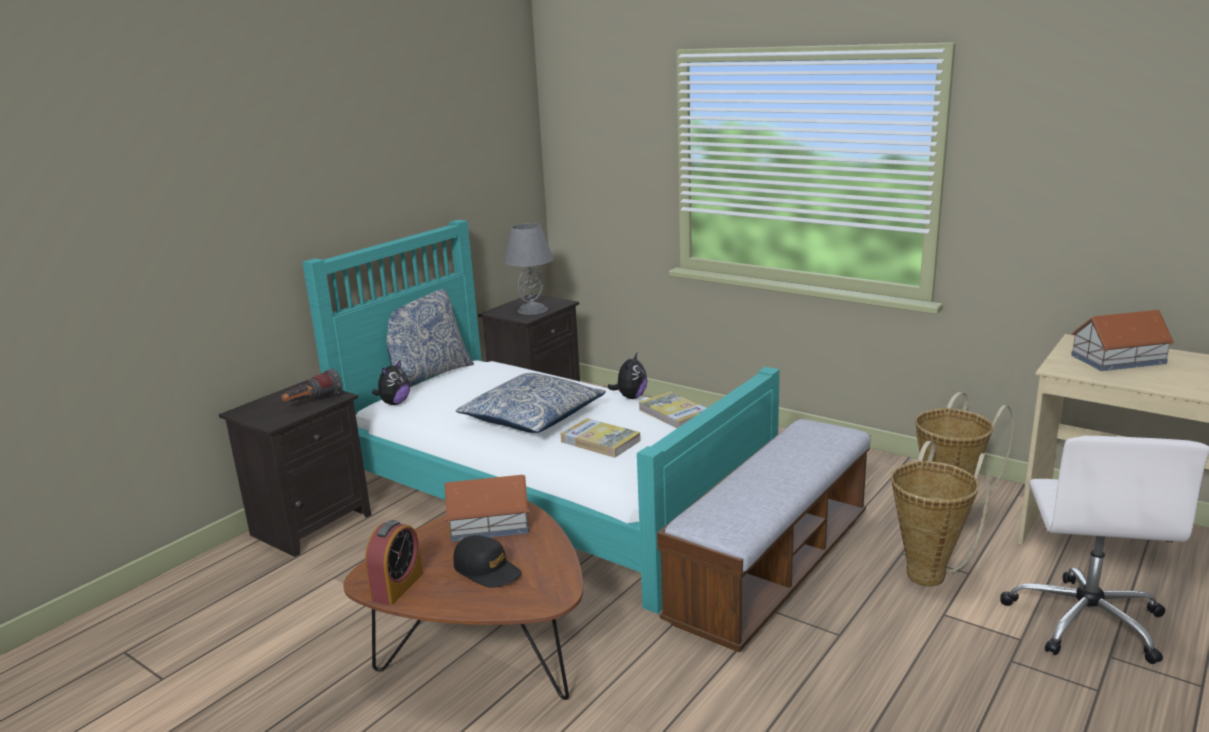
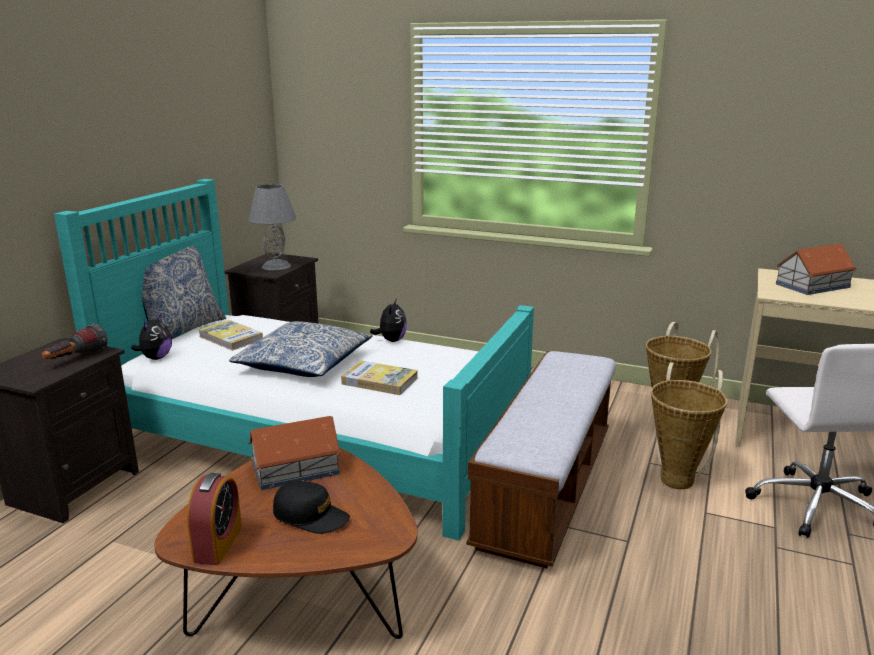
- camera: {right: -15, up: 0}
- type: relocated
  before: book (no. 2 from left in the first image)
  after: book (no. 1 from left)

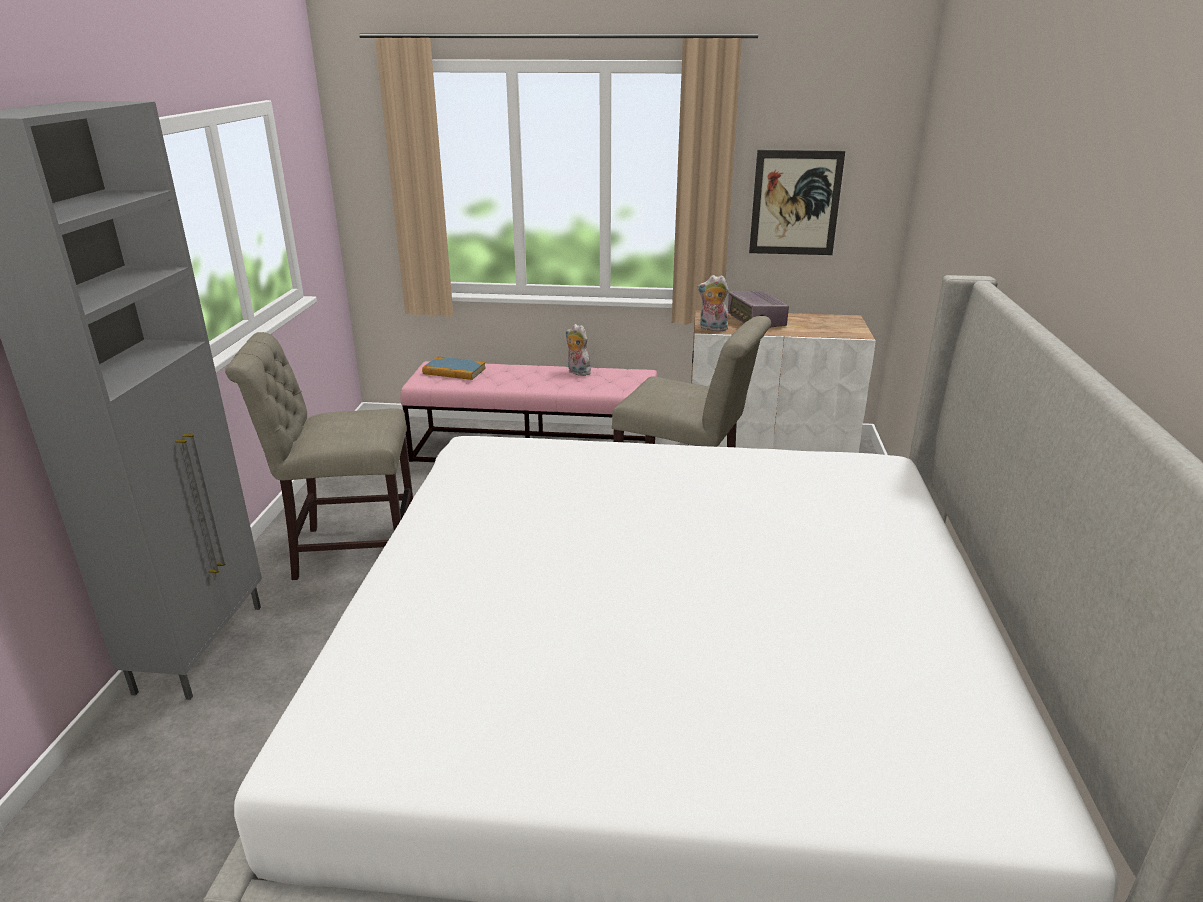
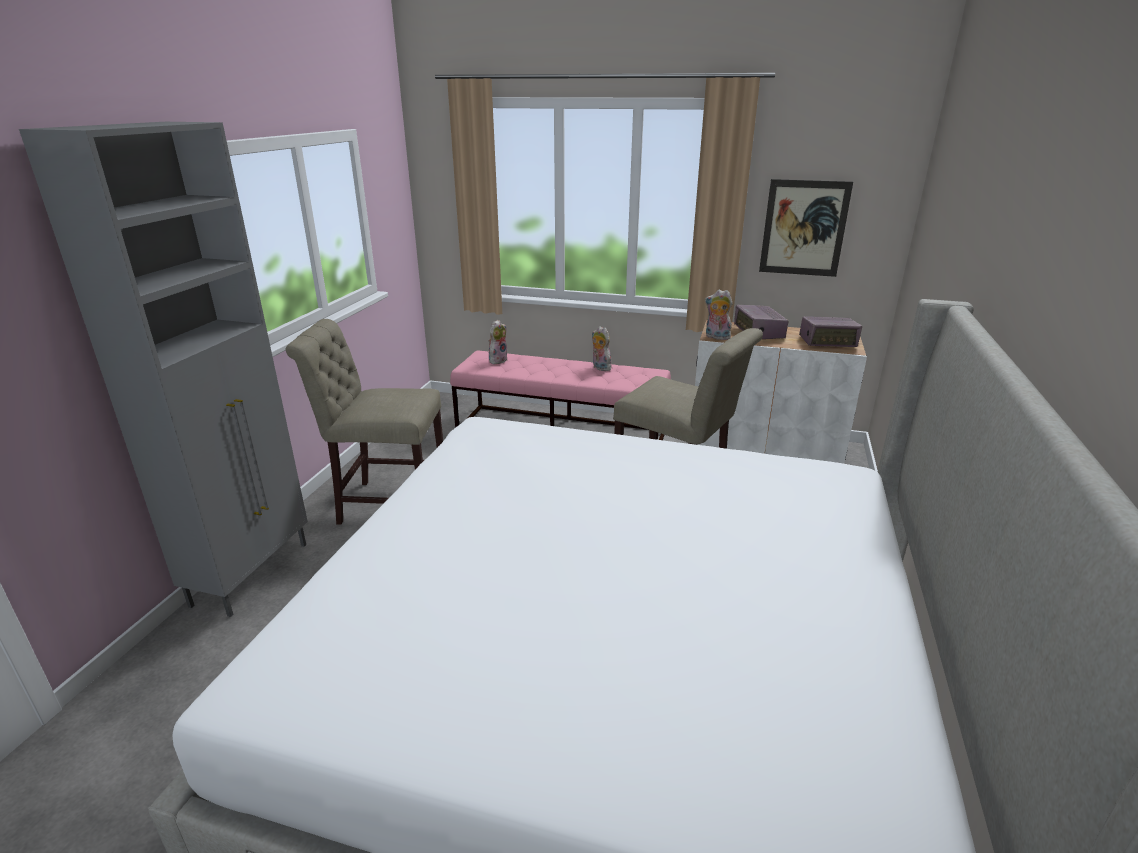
- camera: {right: 10, up: 0}
- type: exchanged
  before: book
  after: plush toy (no. 1 from left)
- type: appeared
  after: radio (no. 2 from left)

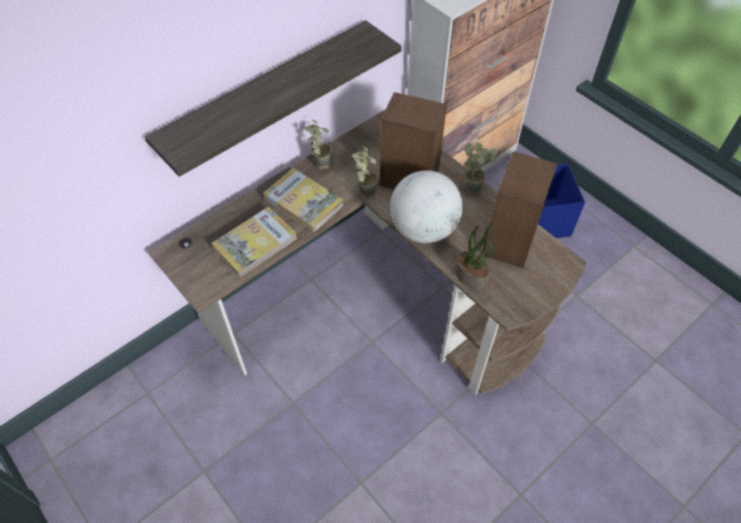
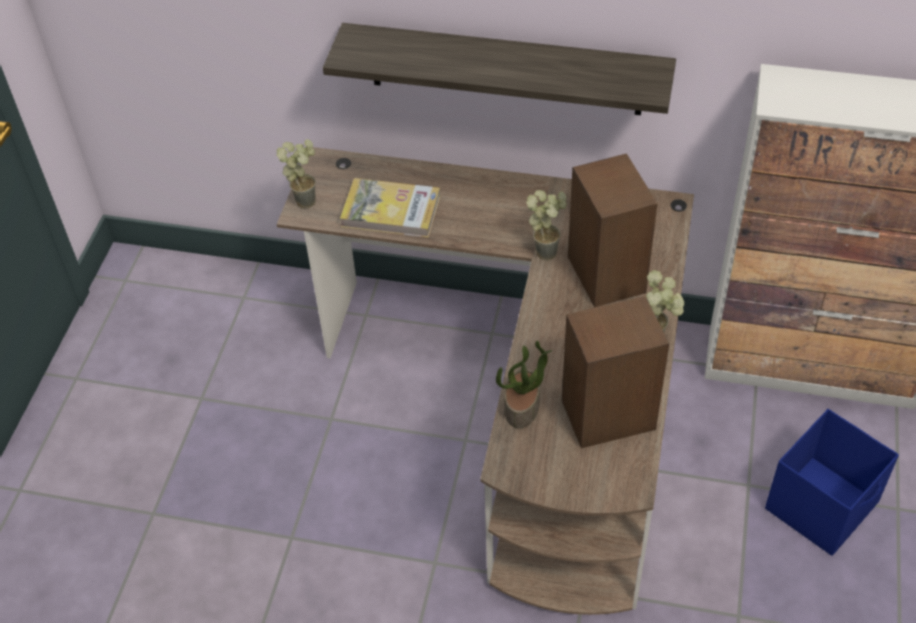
- camera: {right: 55, up: -5}
- type: relocated
  before: potted plant (no. 1 from left)
- type: missing
  before: book (no. 2 from left)
- type: missing
  before: globe

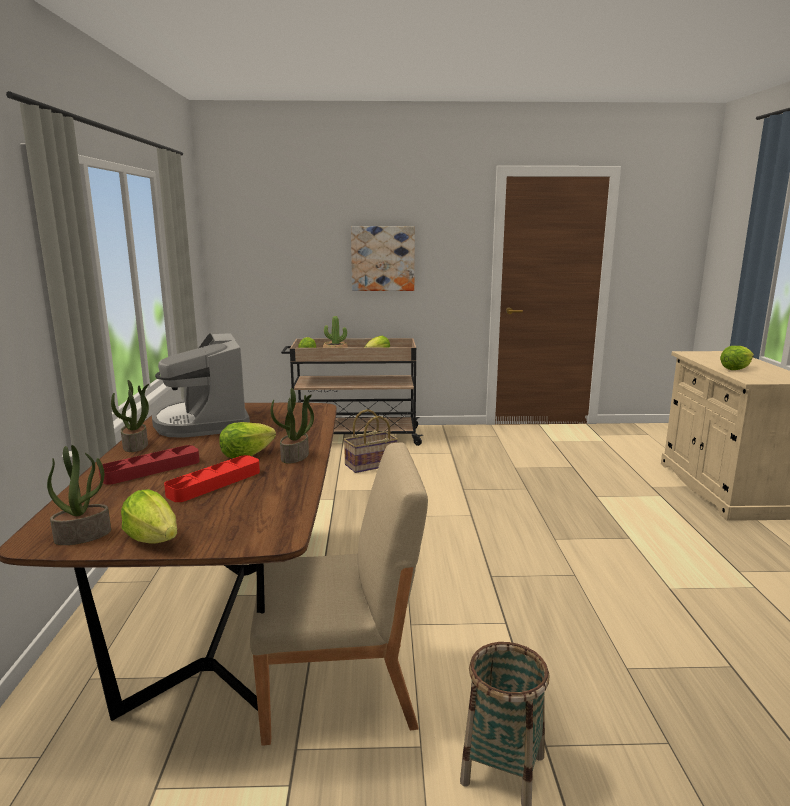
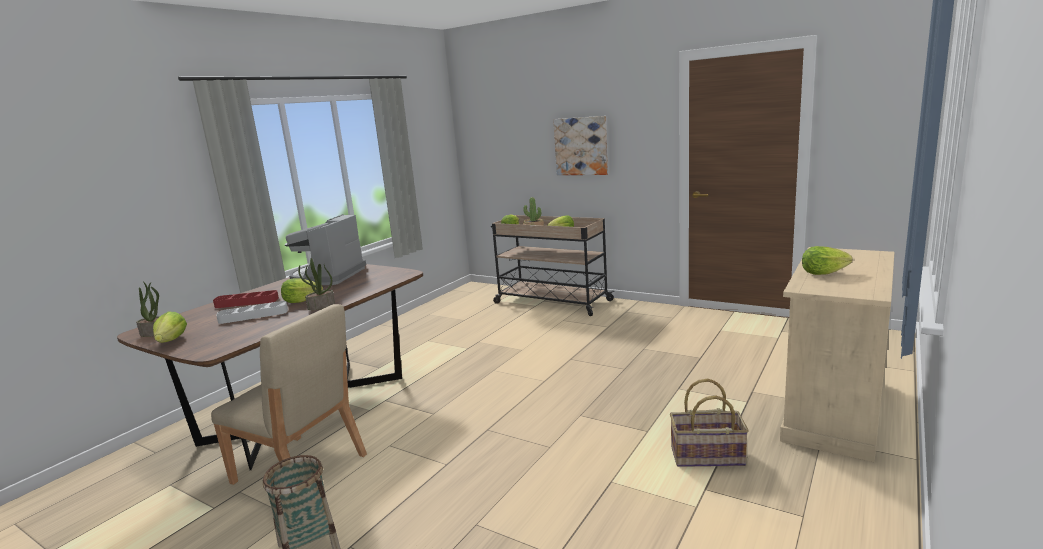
- camera: {right: 35, up: 0}
- type: missing
  before: potted plant (no. 2 from left)
- type: relocated
  before: basket (no. 1 from left in the first image)
  after: basket (no. 2 from left)
- type: colour
  before: tray in red (no. 2 from left)
  after: tray in grey

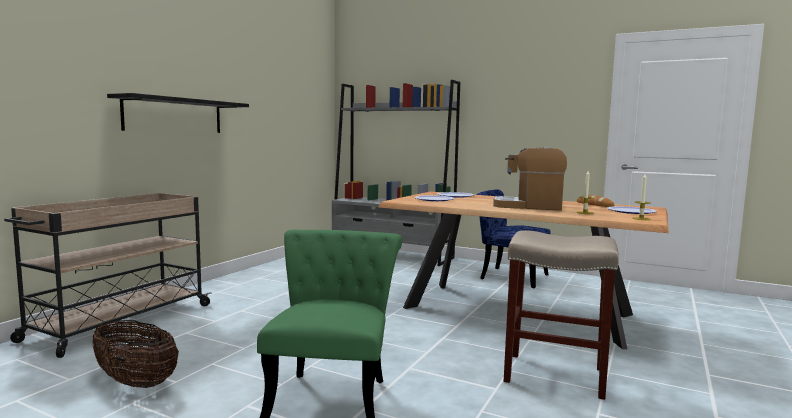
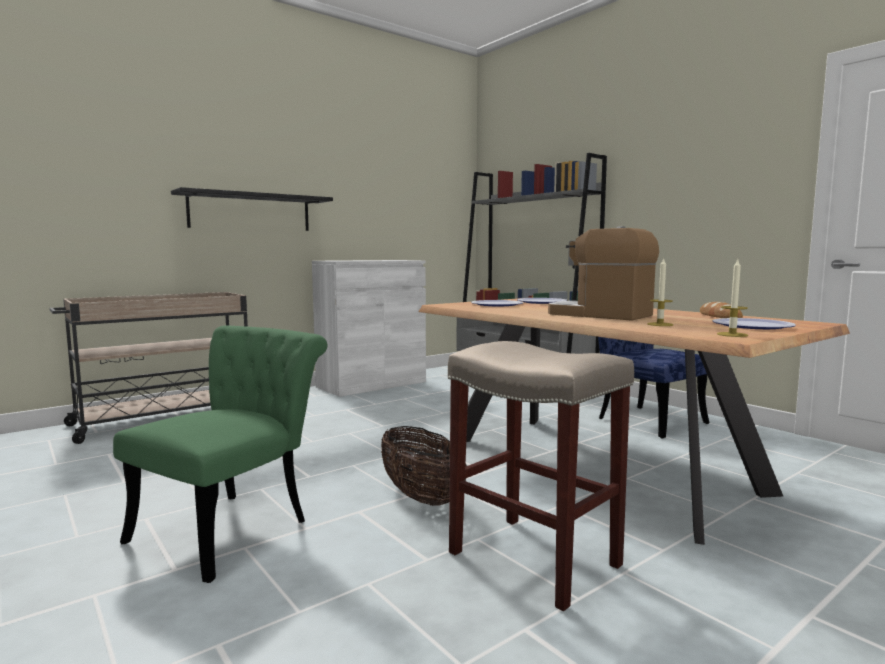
- camera: {right: 25, up: 0}
- type: relocated
  before: basket
- type: appeared
  after: cabinet in white

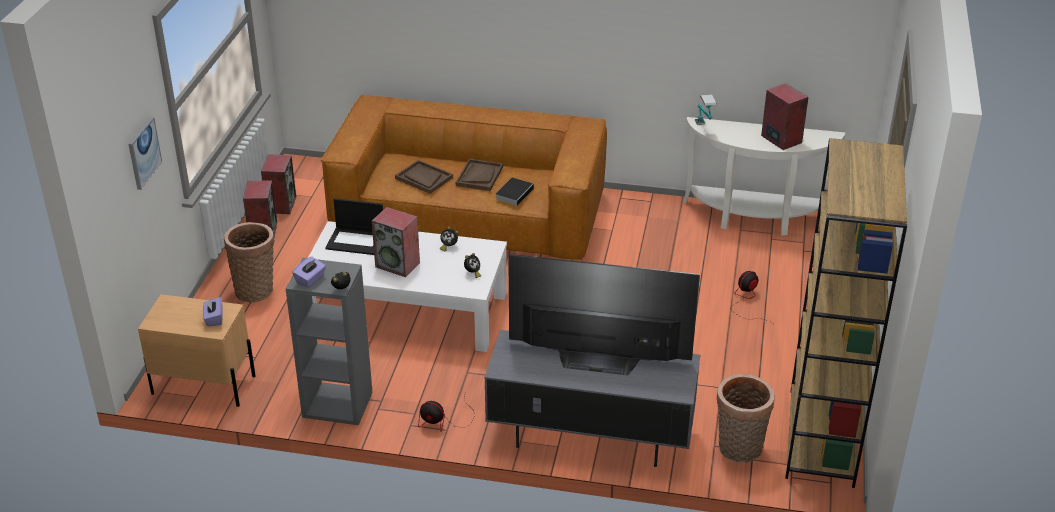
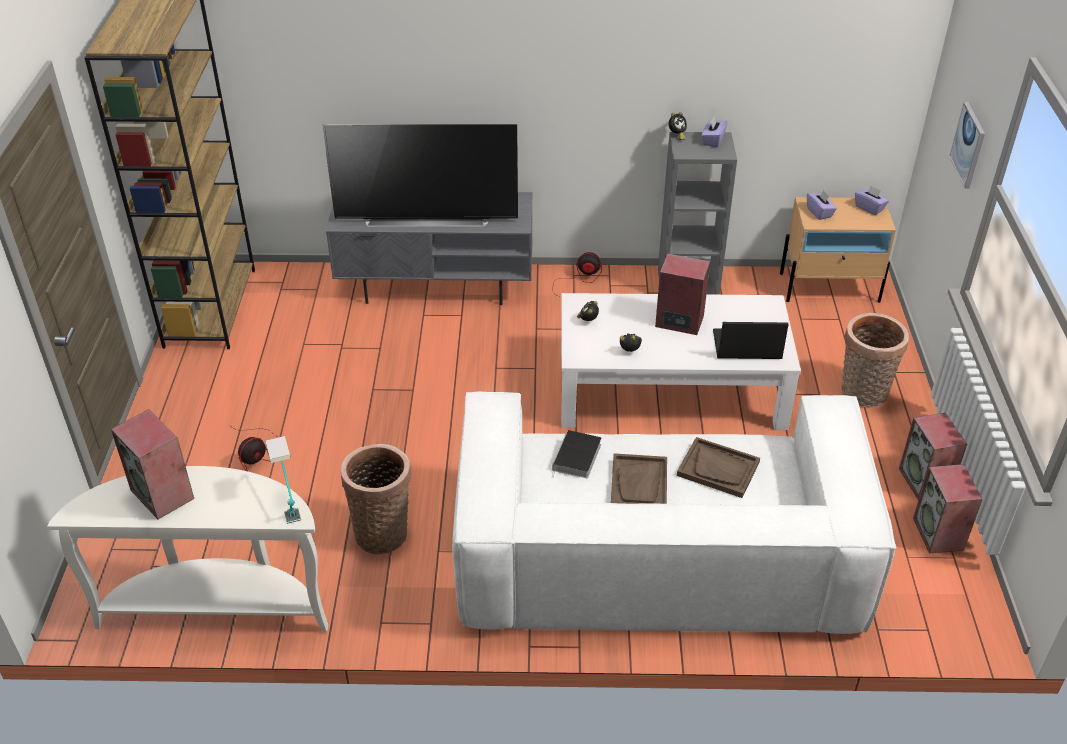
- camera: {right: 170, up: 5}
- type: colour
  before: sofa in brown
  after: sofa in white
- type: relocated
  before: basket (no. 2 from left in the first image)
  after: basket (no. 1 from left)
- type: appeared
  after: tissue box in purple (no. 3 from left)

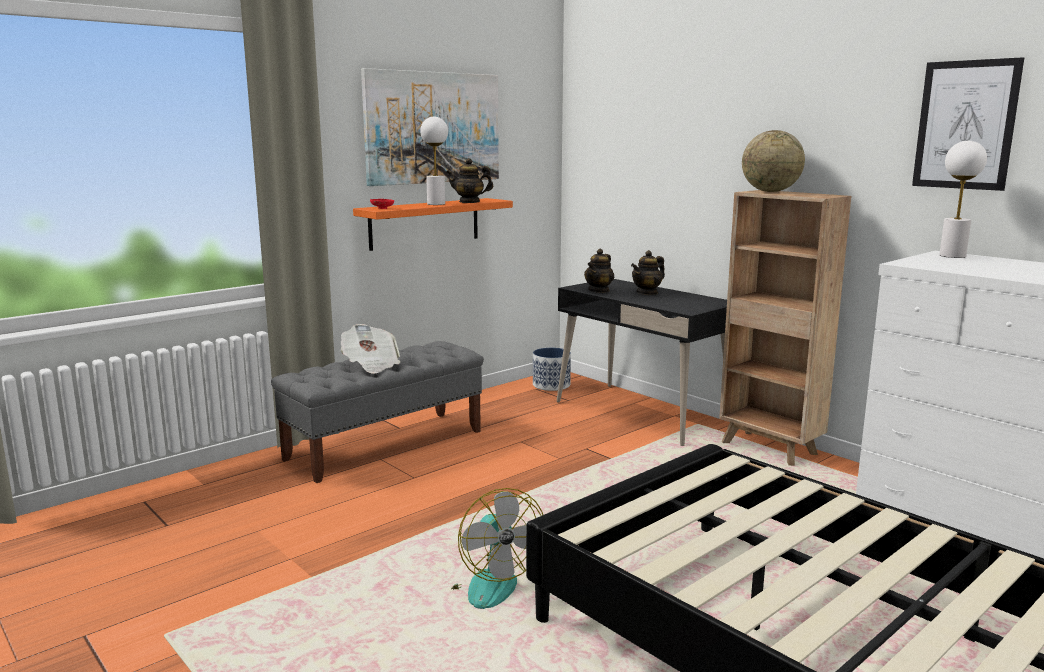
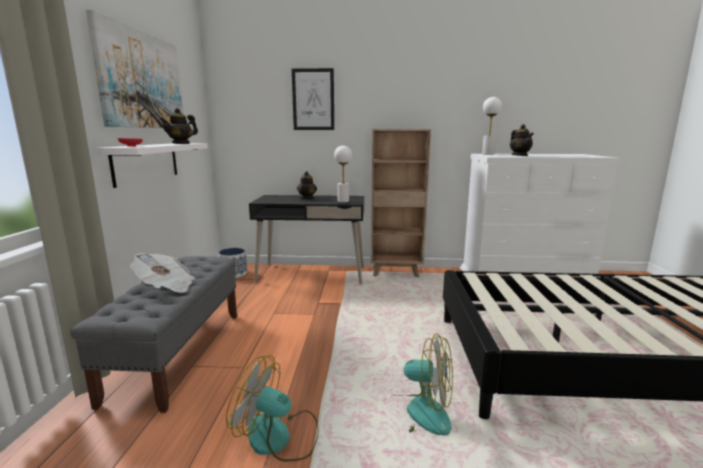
- camera: {right: -45, up: 0}
- type: relocated
  before: picture (no. 2 from left)
- type: relocated
  before: table lamp in white (no. 1 from left)
- type: missing
  before: globe
- type: colour
  before: shelf in orange
  after: shelf in white
- type: relocated
  before: teapot (no. 2 from left in the first image)
  after: teapot (no. 3 from left)
- type: appeared
  after: fan (no. 1 from left)

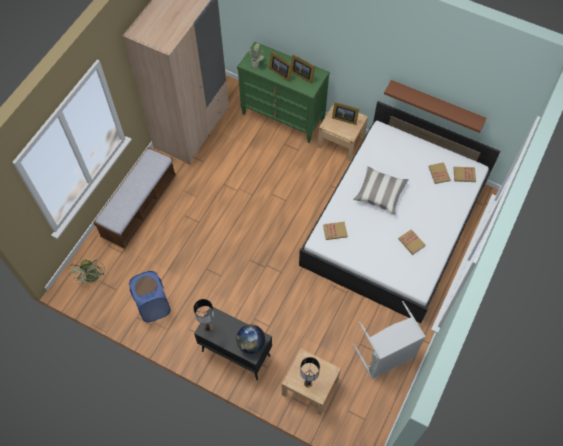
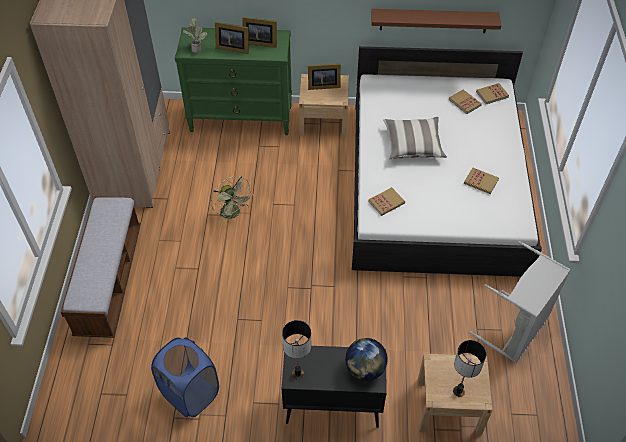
- camera: {right: -25, up: -10}
- type: relocated
  before: fan in green

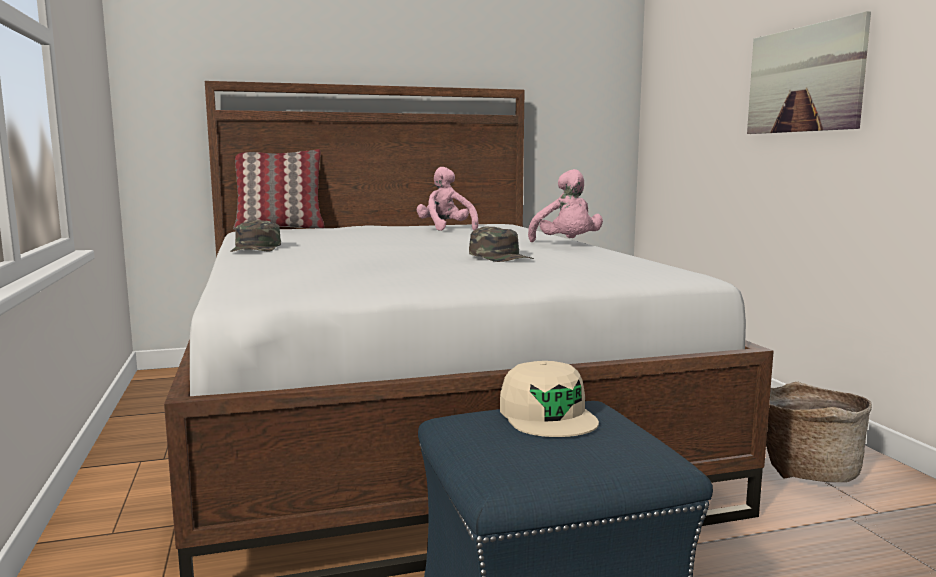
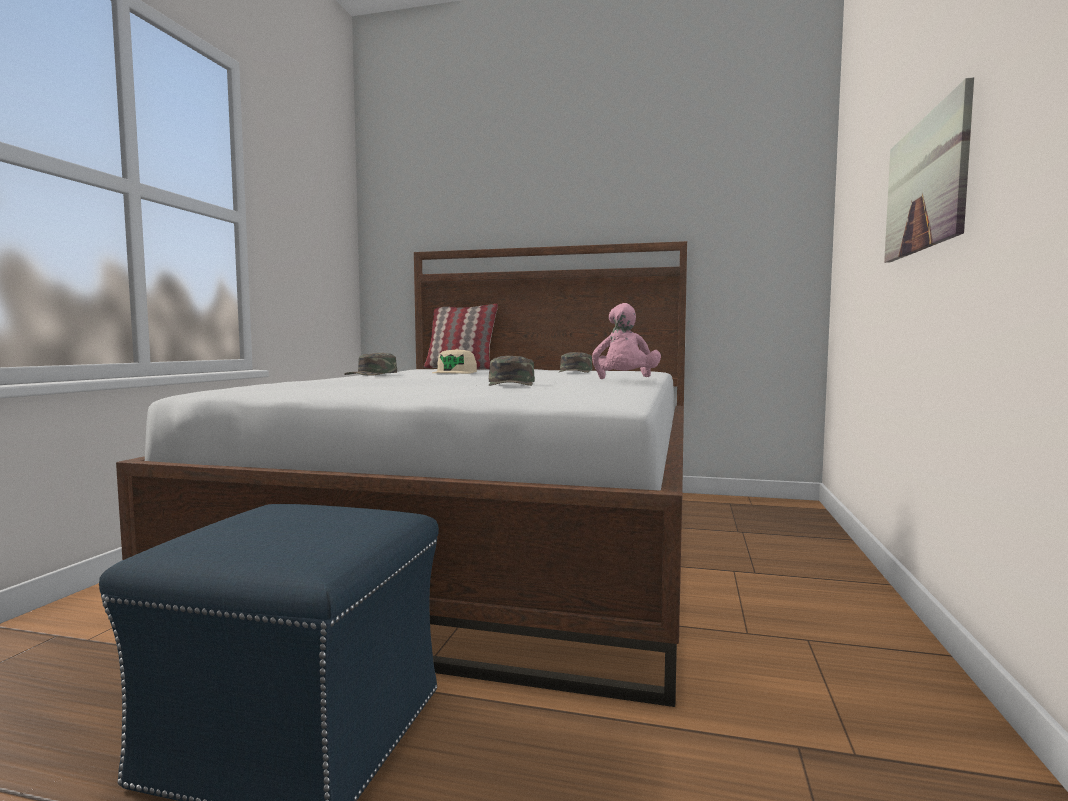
- camera: {right: 30, up: -5}
- type: exchanged
  before: plush toy in pink (no. 1 from left)
  after: cap in green (no. 3 from left)
- type: relocated
  before: cap in beige
- type: missing
  before: basket

